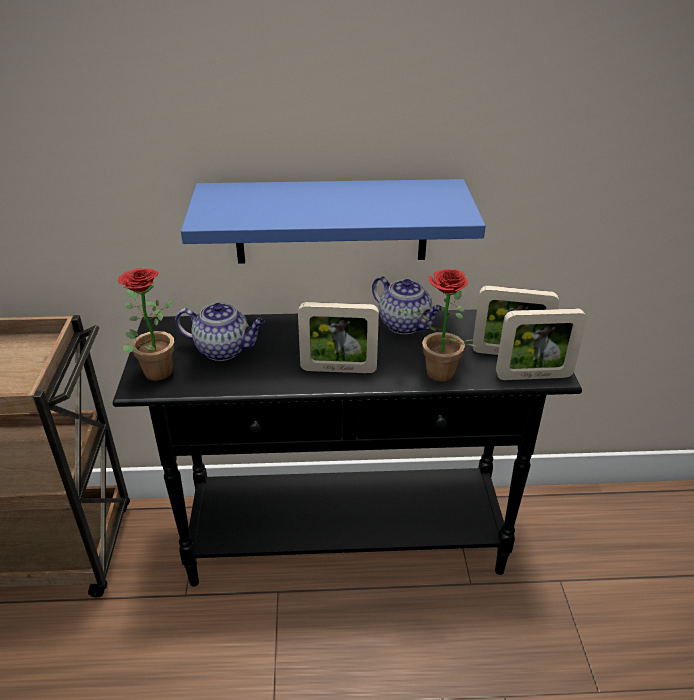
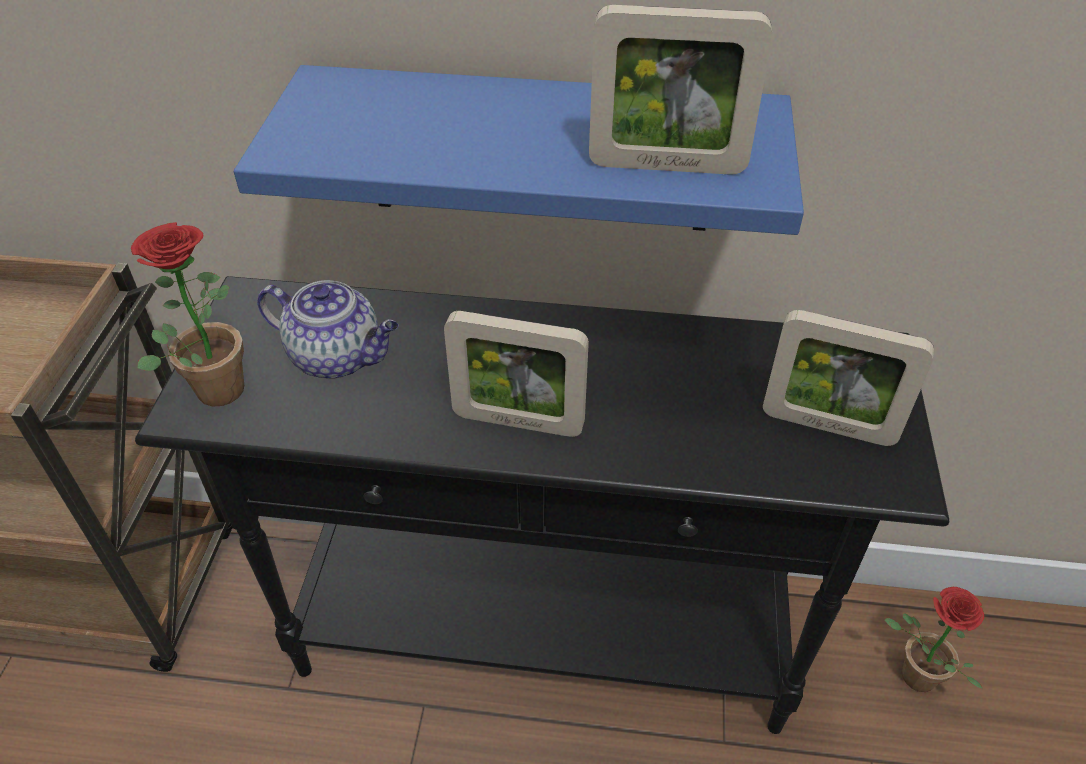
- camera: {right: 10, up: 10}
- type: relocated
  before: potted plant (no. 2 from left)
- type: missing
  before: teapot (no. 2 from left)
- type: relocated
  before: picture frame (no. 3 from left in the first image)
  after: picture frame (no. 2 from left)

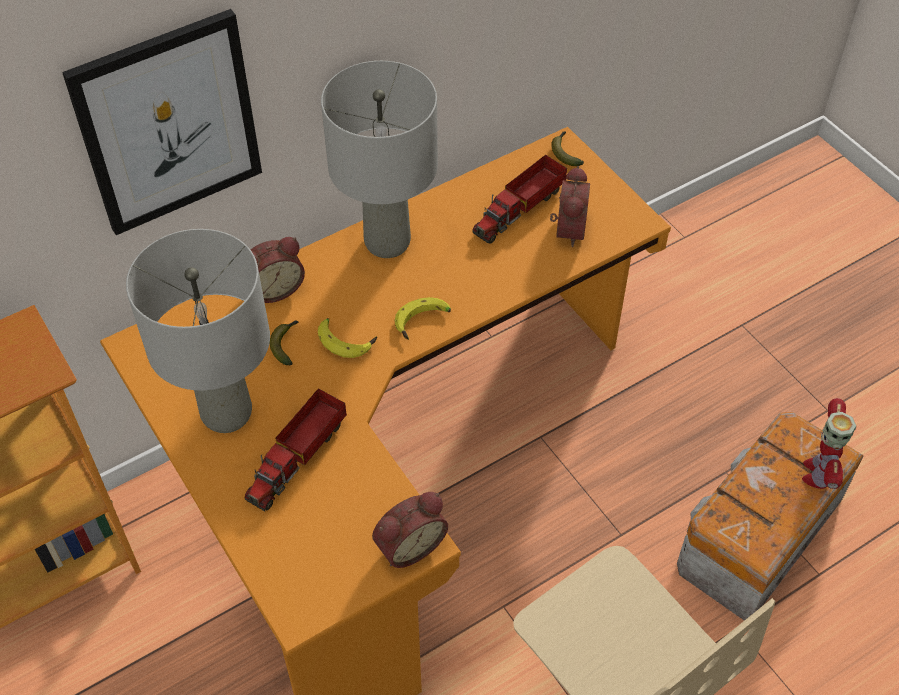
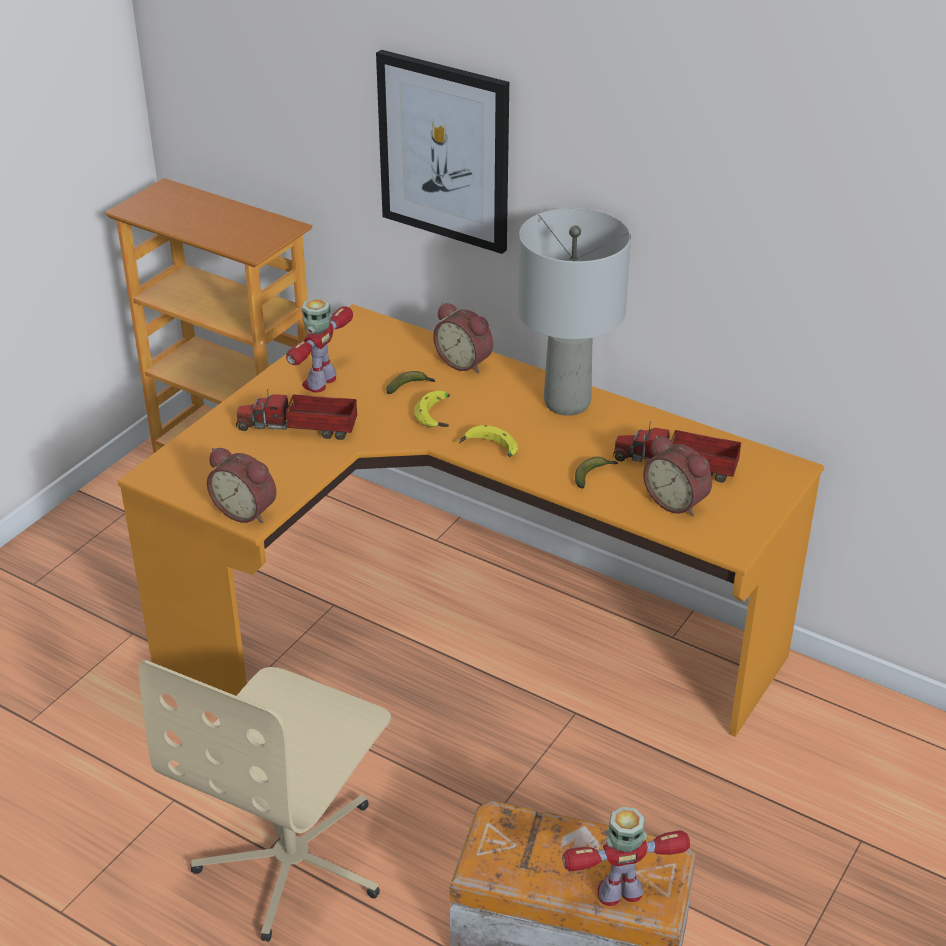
- camera: {right: 65, up: -15}
- type: relocated
  before: banana (no. 4 from left)
- type: spun
  before: alarm clock (no. 3 from left)
  turn: 60
- type: exchanged
  before: table lamp in grey (no. 1 from left)
  after: toy robot (no. 1 from left)

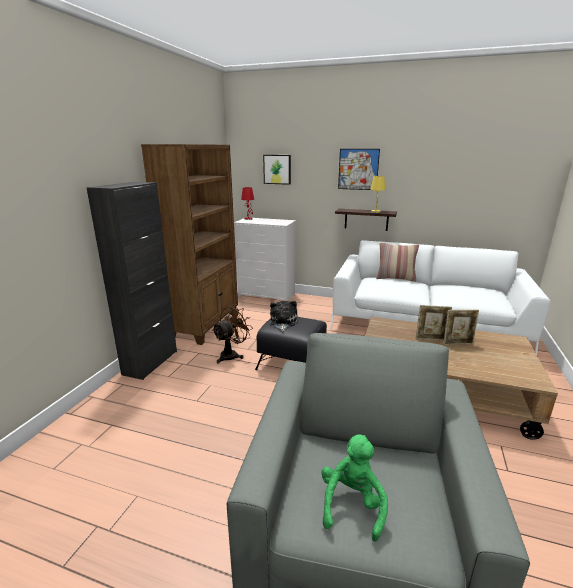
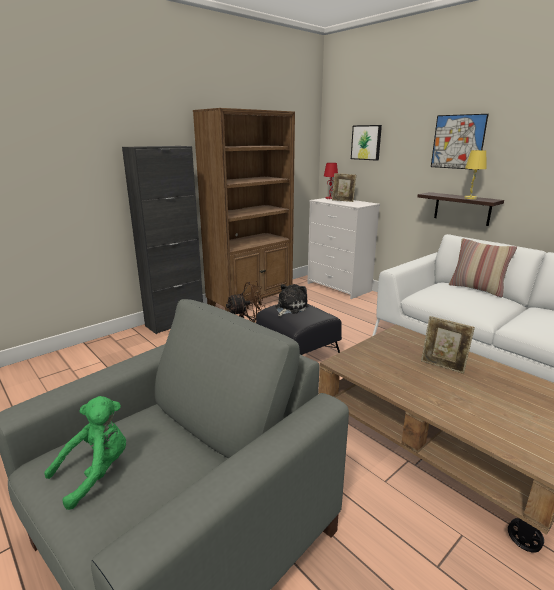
- camera: {right: 30, up: 0}
- type: relocated
  before: picture frame (no. 2 from left in the first image)
  after: picture frame (no. 1 from left)

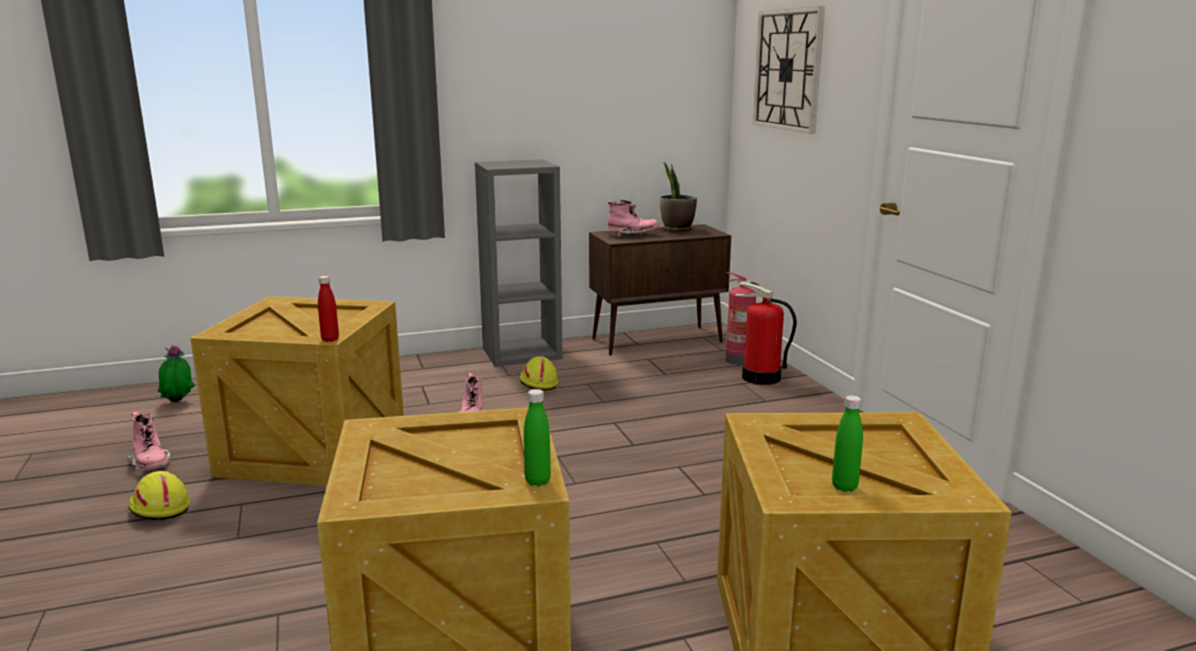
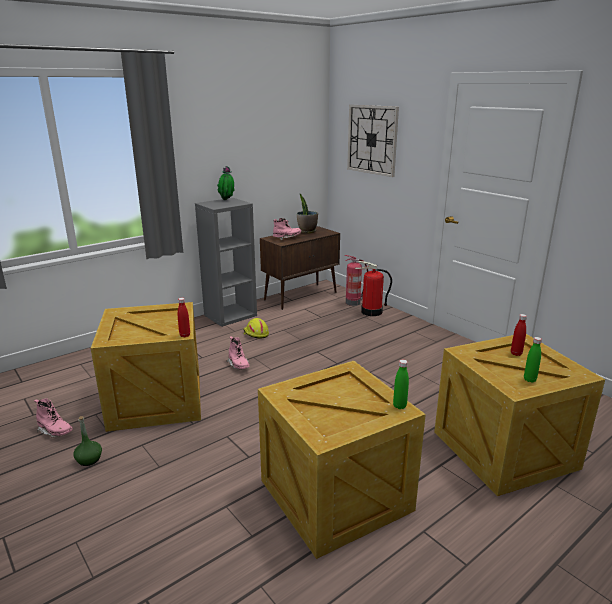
- camera: {right: -20, up: 5}
- type: relocated
  before: potted plant (no. 1 from left)
- type: exchanged
  before: hard hat in yellow (no. 1 from left)
  after: bottle in green (no. 1 from left)
- type: appeared
  after: bottle in red (no. 2 from left)

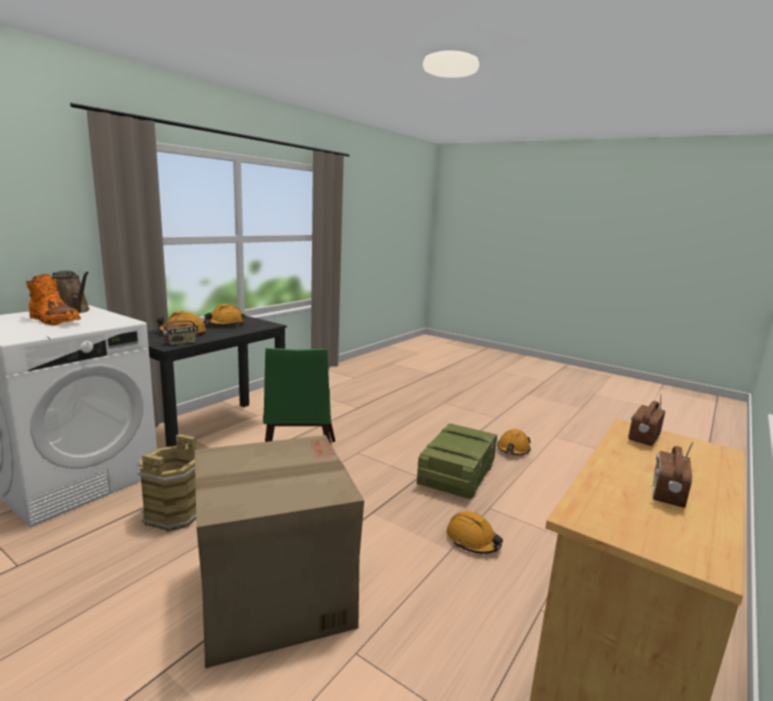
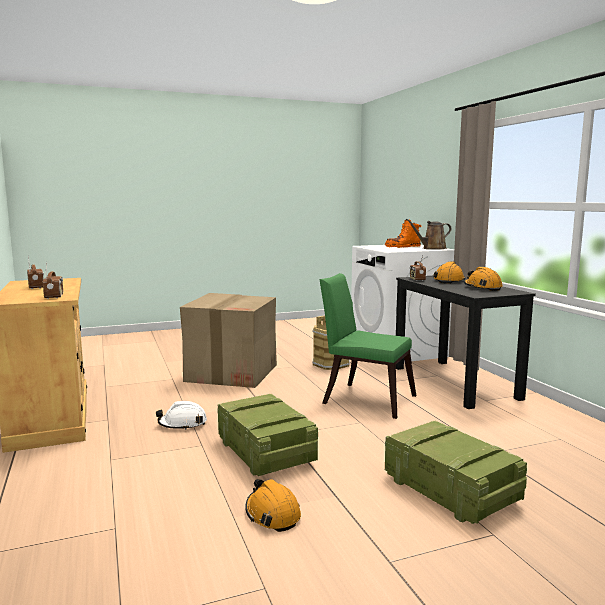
- camera: {right: 125, up: -5}
- type: colour
  before: hard hat in orange (no. 3 from left)
  after: hard hat in white
- type: appeared
  after: crate (no. 2 from left)

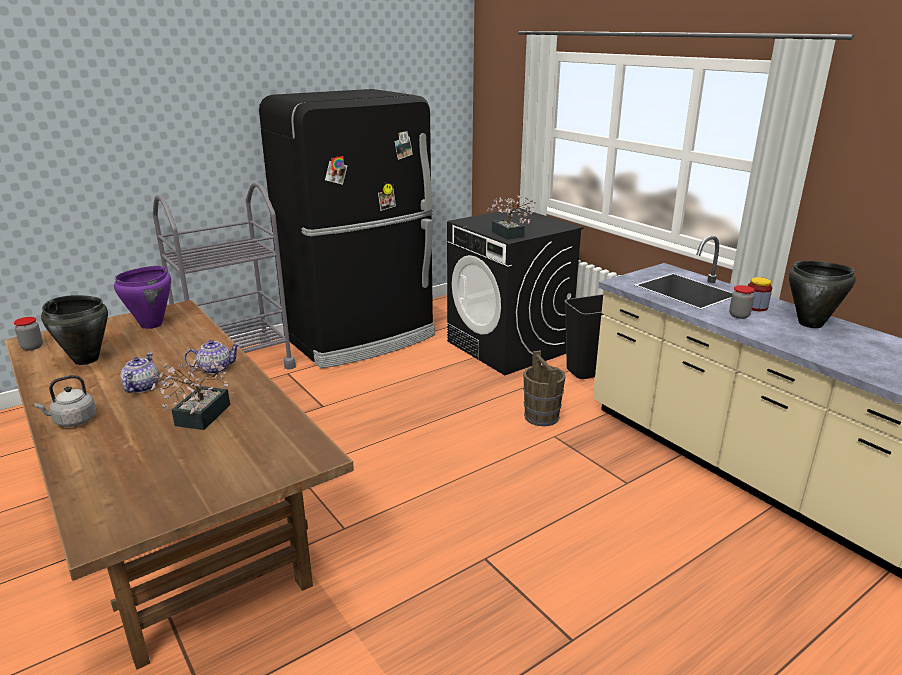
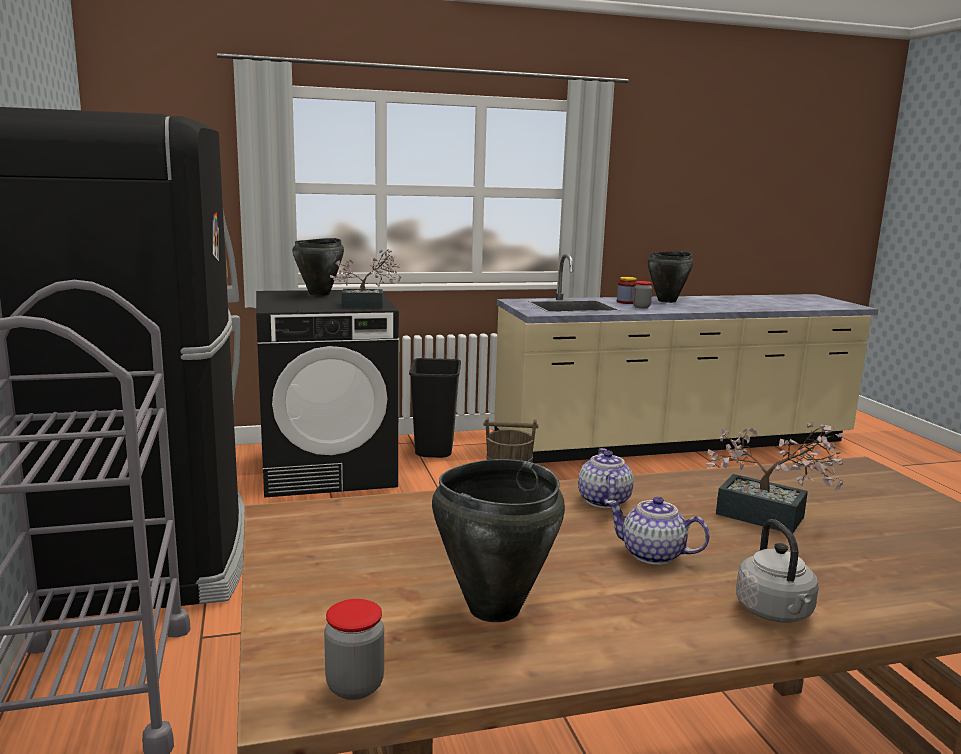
- camera: {right: -70, up: -10}
- type: missing
  before: cooking pot in purple
- type: appeared
  after: cooking pot in black (no. 1 from left)

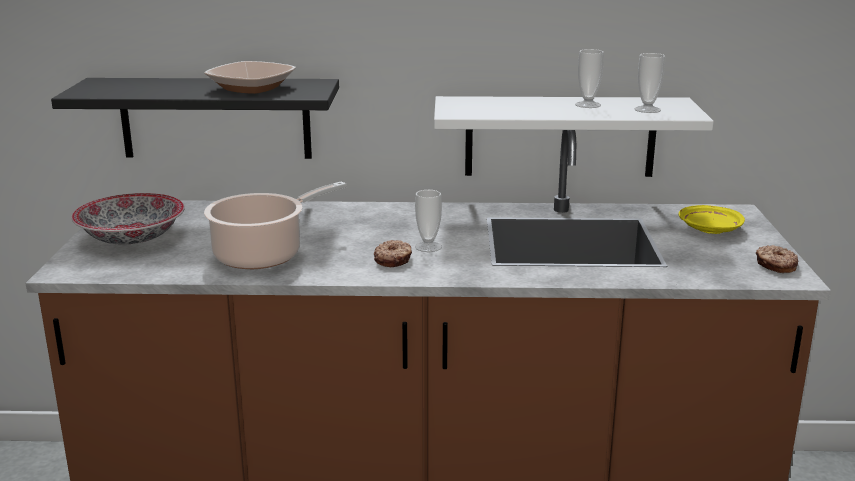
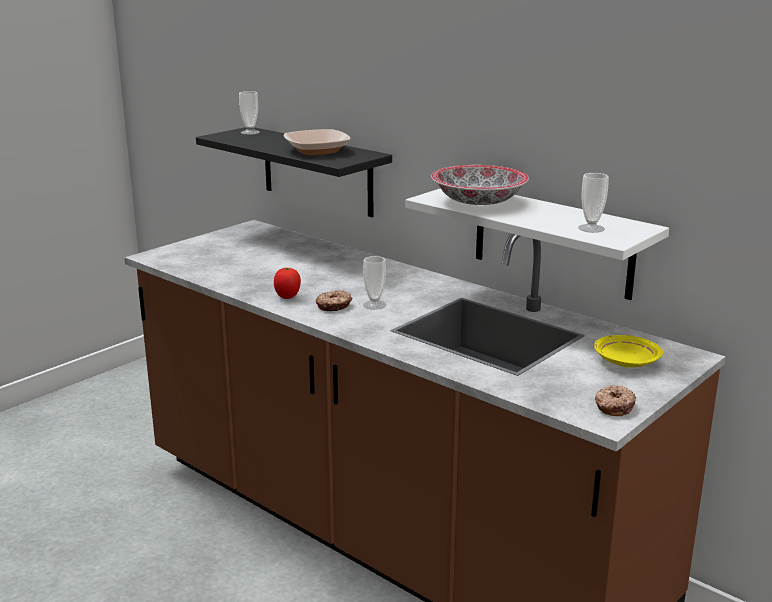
- camera: {right: 40, up: 0}
- type: relocated
  before: cup (no. 2 from left in the first image)
  after: cup (no. 1 from left)
- type: missing
  before: cooking pot
- type: relocated
  before: bowl (no. 1 from left in the first image)
  after: bowl (no. 2 from left)
- type: appeared
  after: tomato

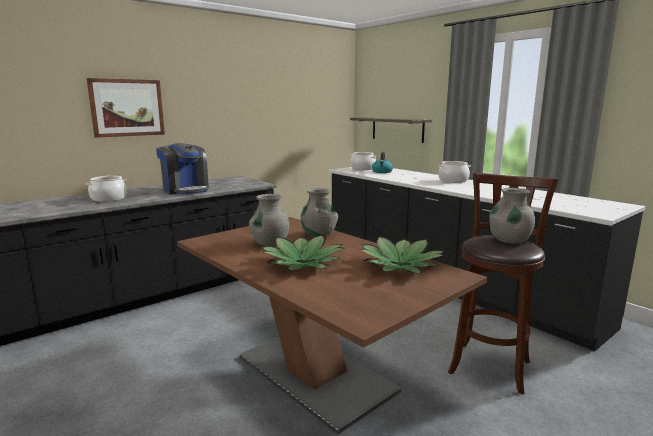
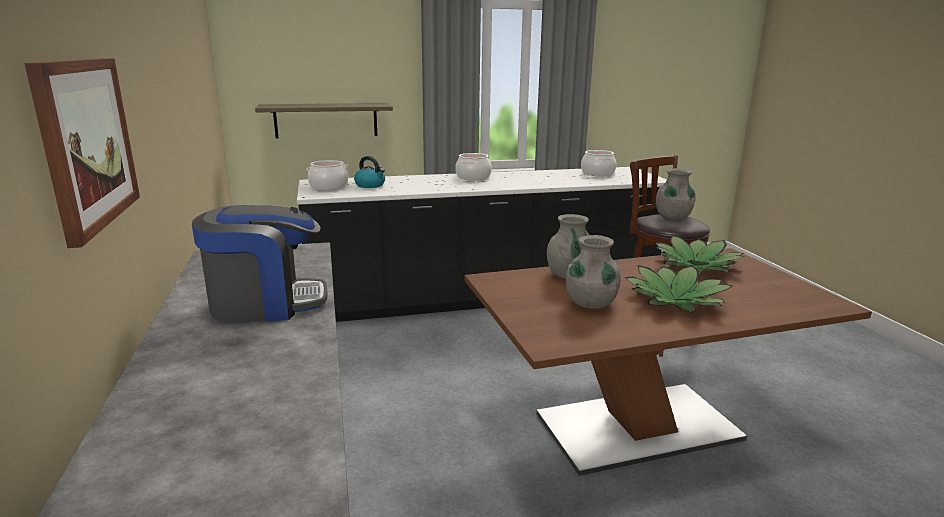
- camera: {right: -65, up: 5}
- type: relocated
  before: cooking pot (no. 1 from left in the first image)
  after: cooking pot (no. 3 from left)

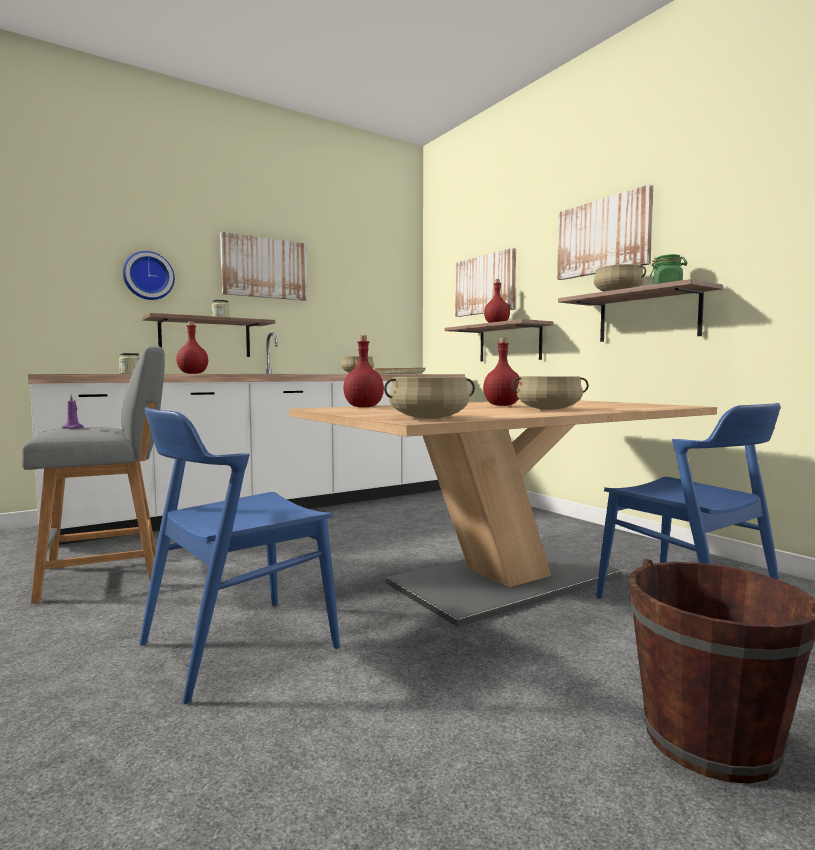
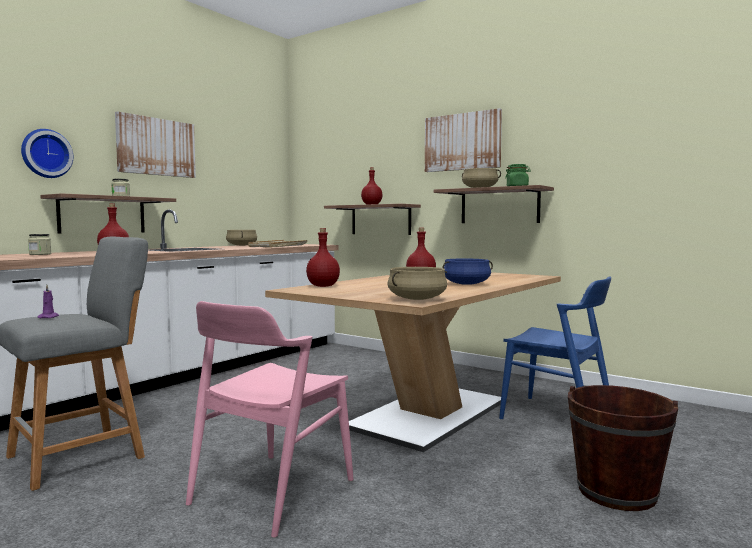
- camera: {right: -20, up: 0}
- type: missing
  before: picture (no. 2 from left)
- type: colour
  before: cooking pot in beige (no. 3 from left)
  after: cooking pot in blue
- type: colour
  before: chair in blue (no. 1 from left)
  after: chair in pink

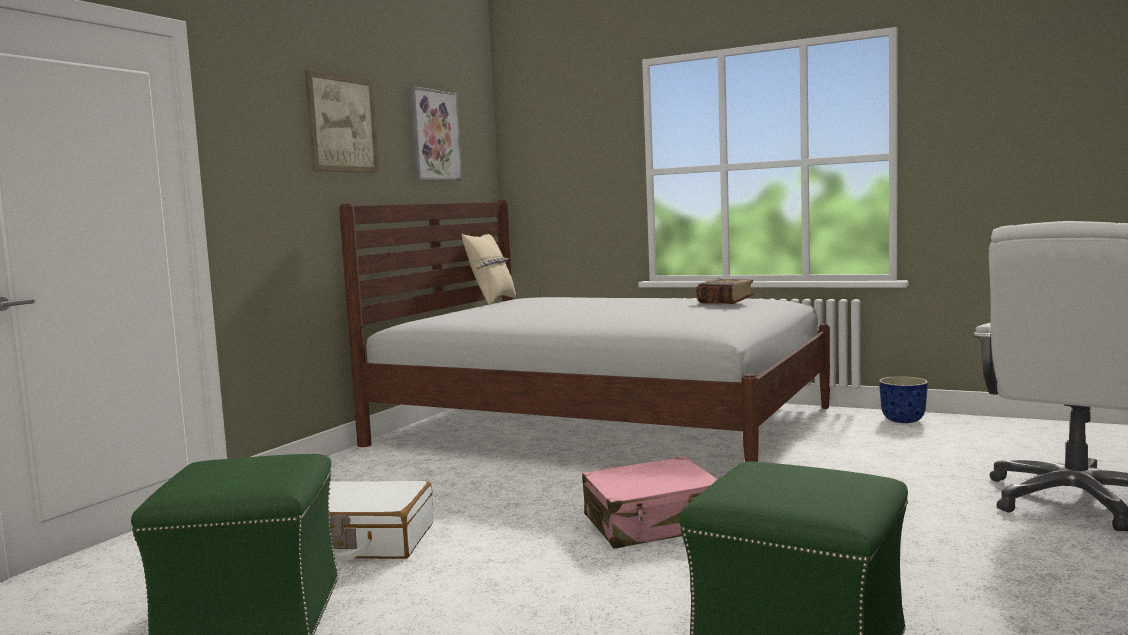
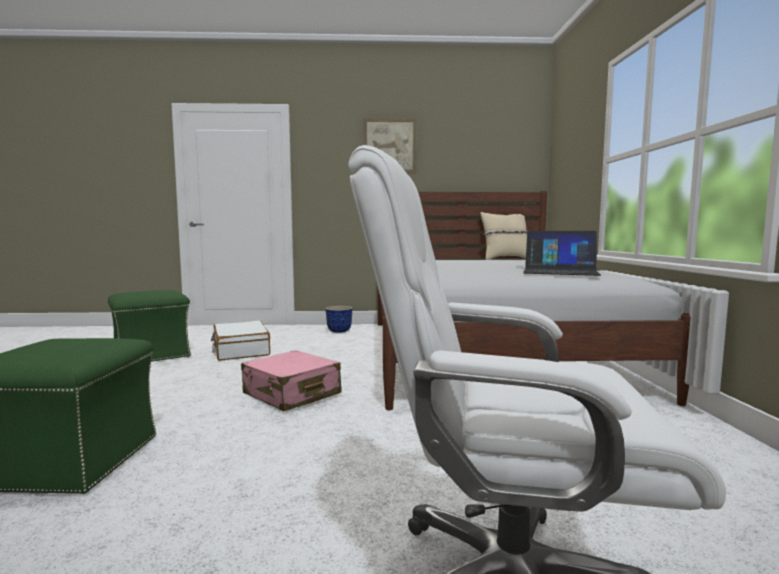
- camera: {right: 60, up: 0}
- type: missing
  before: picture (no. 2 from left)
- type: exchanged
  before: book
  after: laptop
- type: relocated
  before: planter

